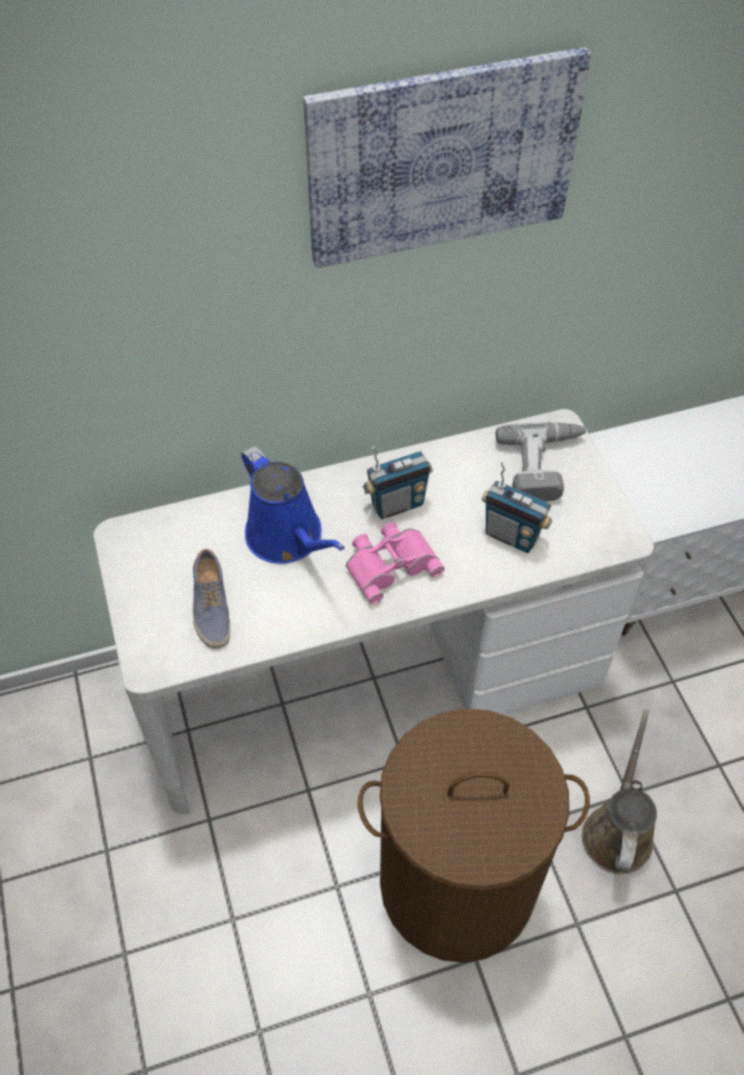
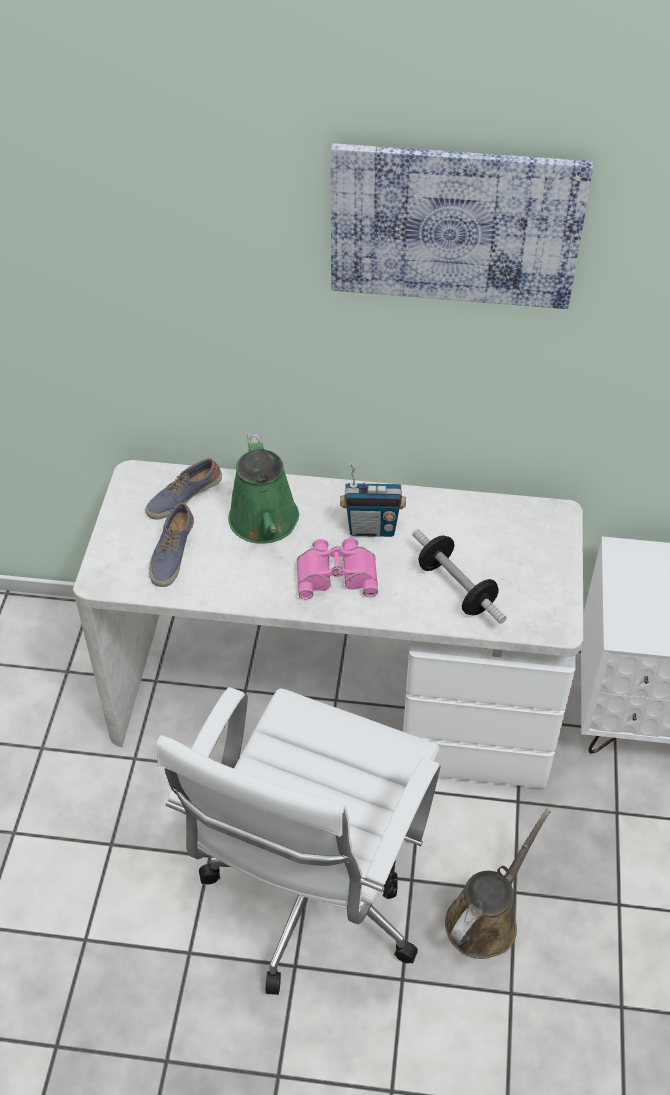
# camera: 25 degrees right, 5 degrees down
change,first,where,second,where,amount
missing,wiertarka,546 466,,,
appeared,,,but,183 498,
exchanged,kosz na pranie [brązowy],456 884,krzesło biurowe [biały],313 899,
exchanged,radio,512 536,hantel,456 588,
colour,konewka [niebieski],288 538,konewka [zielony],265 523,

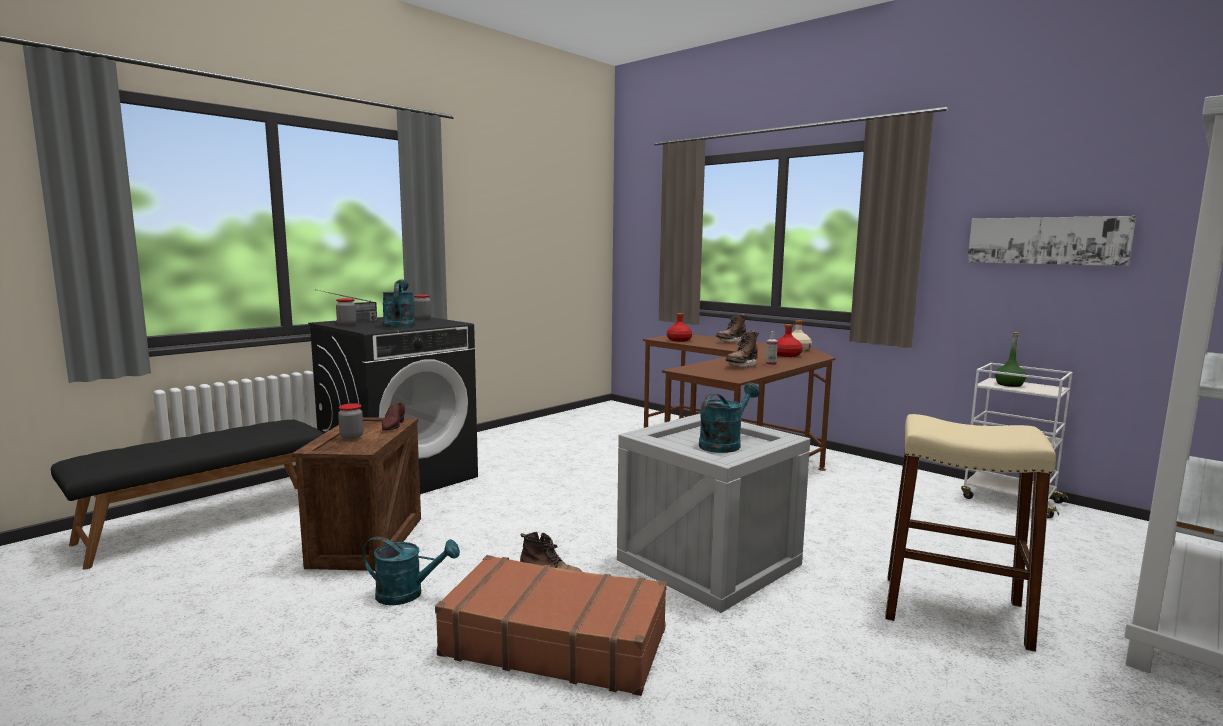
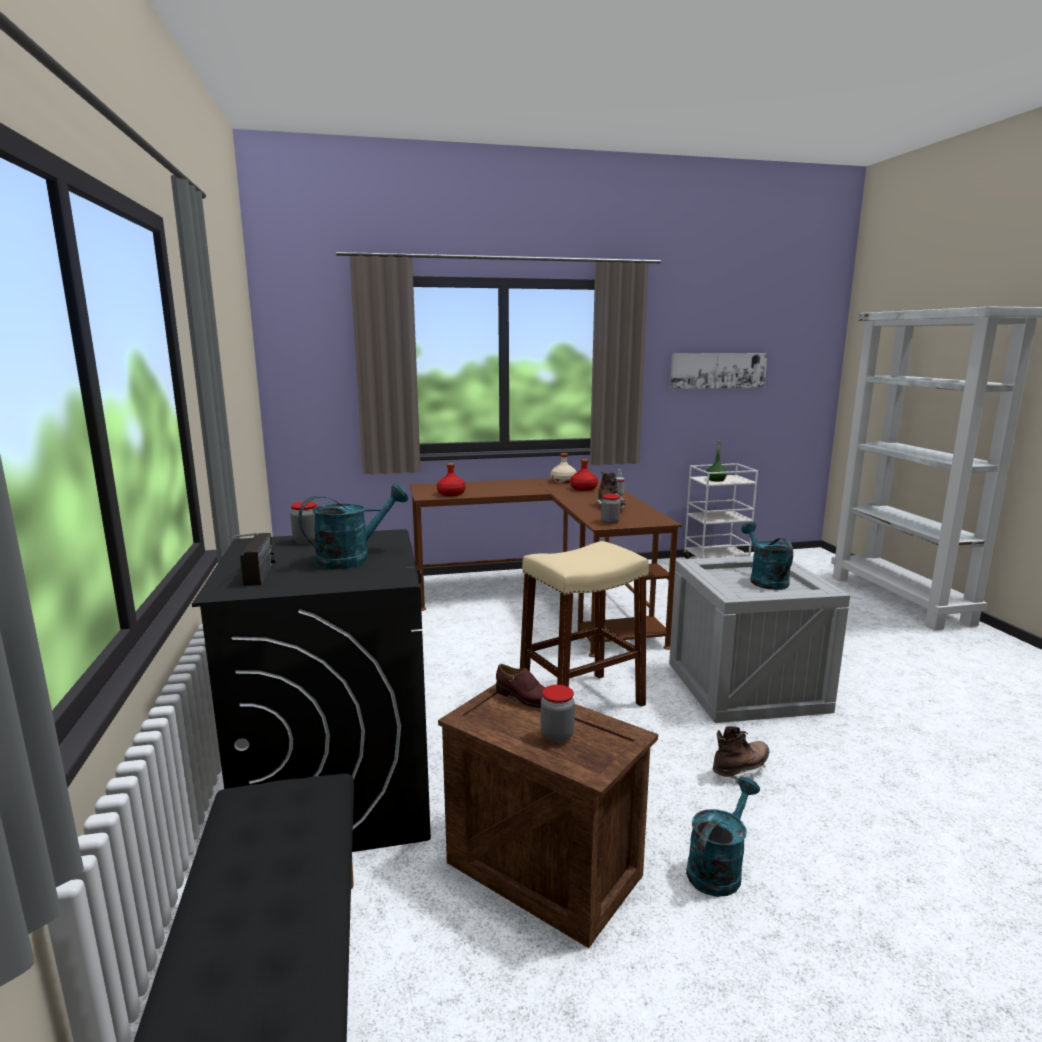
# camera: 55 degrees left, 5 degrees up
change,first,where,second,where,amount
missing,walizka [brązowy],555 641,,,
missing,but z cholewką [brązowy],731 342,,,
relocated,słoik,346 325,,610 522,
relocated,stołek [beżowy],953 611,,581 702,
spun,konewka [turkusowy],399 324,,352 558,120 degrees clockwise

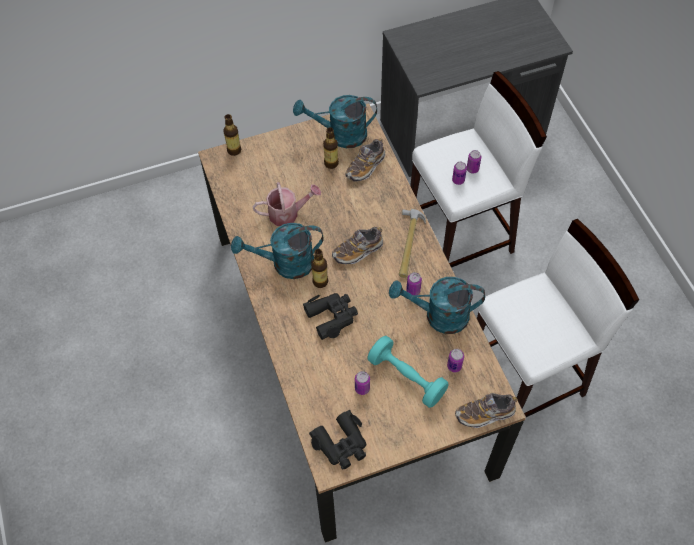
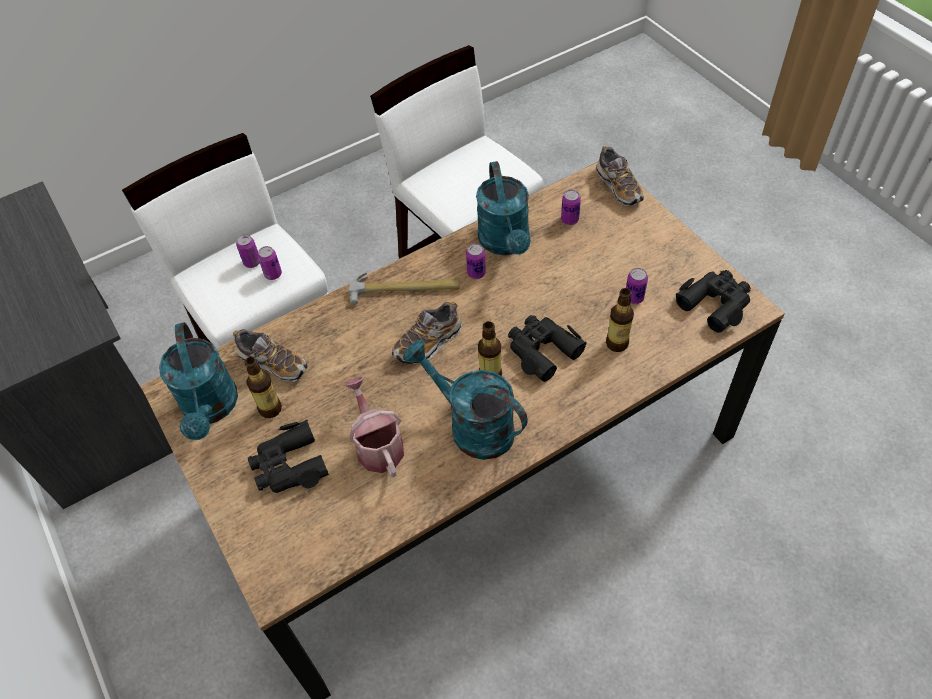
# camera: 100 degrees left, 5 degrees down
change,first,where,second,where,amount
missing,hantel [turkusowy],406 377,,,
appeared,,,lornetka [czarny],289 466,
relocated,butelka,234 150,,617 343,
spun,konewka [turkusowy],285 264,,472 425,150 degrees clockwise
spun,but,358 251,,428 343,90 degrees clockwise

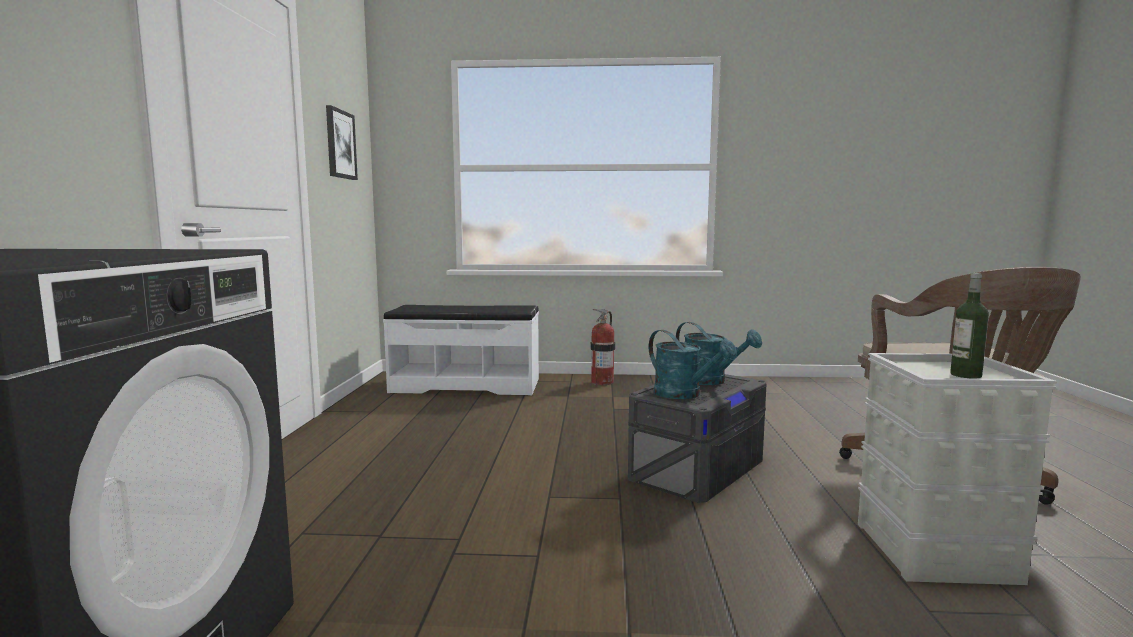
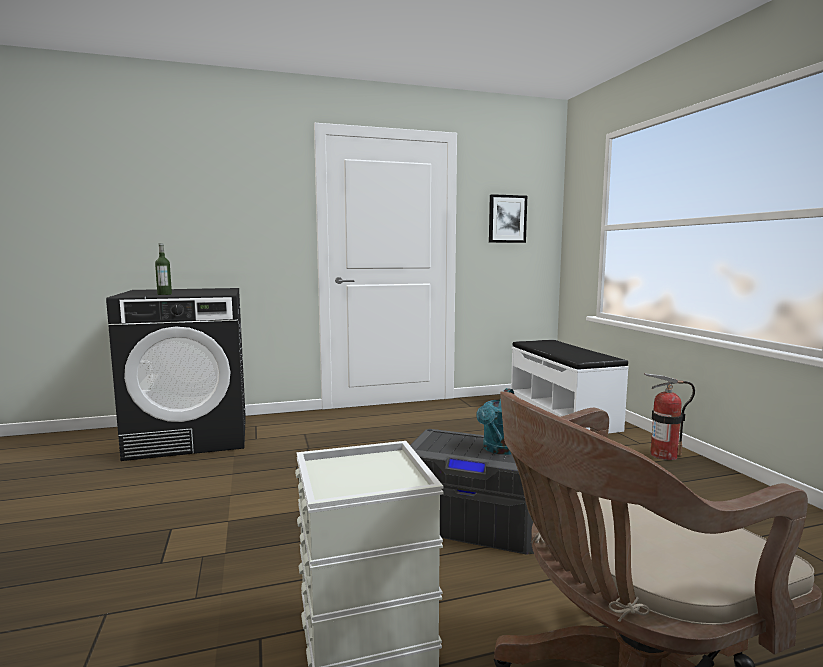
# camera: 70 degrees right, 0 degrees up
change,first,where,second,where,amount
missing,konewka [turkusowy],684 395,,,
relocated,butelka,965 375,,164 294,

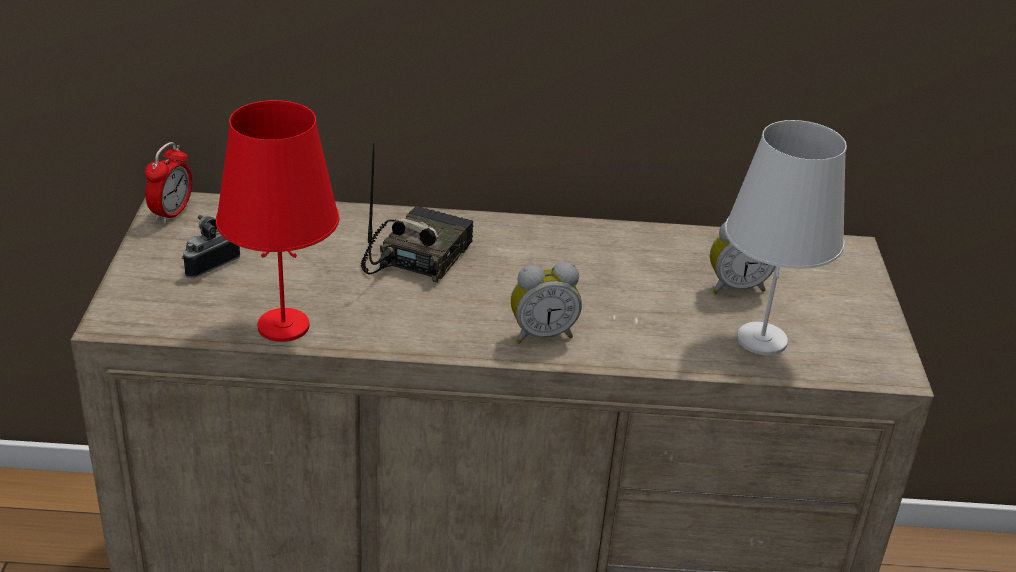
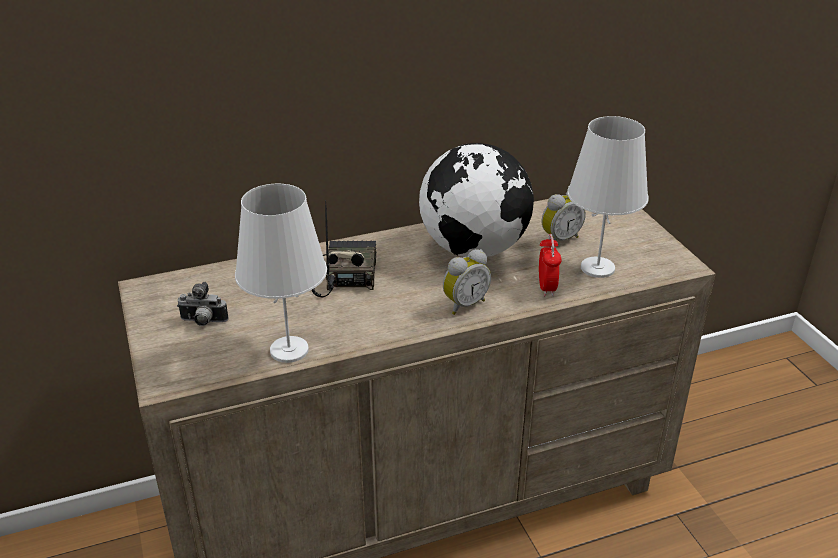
# camera: 20 degrees left, 0 degrees up
change,first,where,second,where,amount
appeared,,,globus,474 249,
relocated,budzik,171 213,,547 287,
colour,lampa stołowa [czerwony],282 326,lampa stołowa [biały],288 350,
spun,aparat fotograficzny,209 263,,203 322,105 degrees counterclockwise

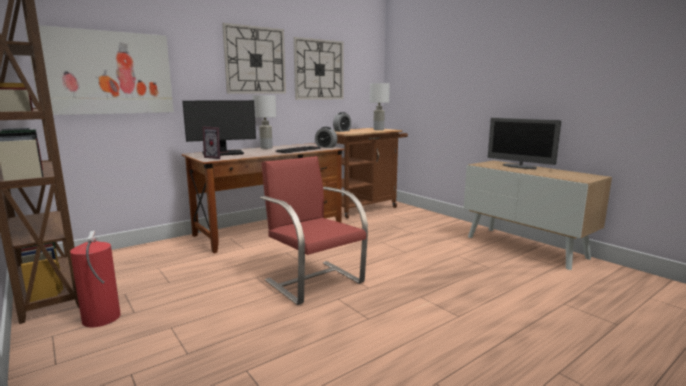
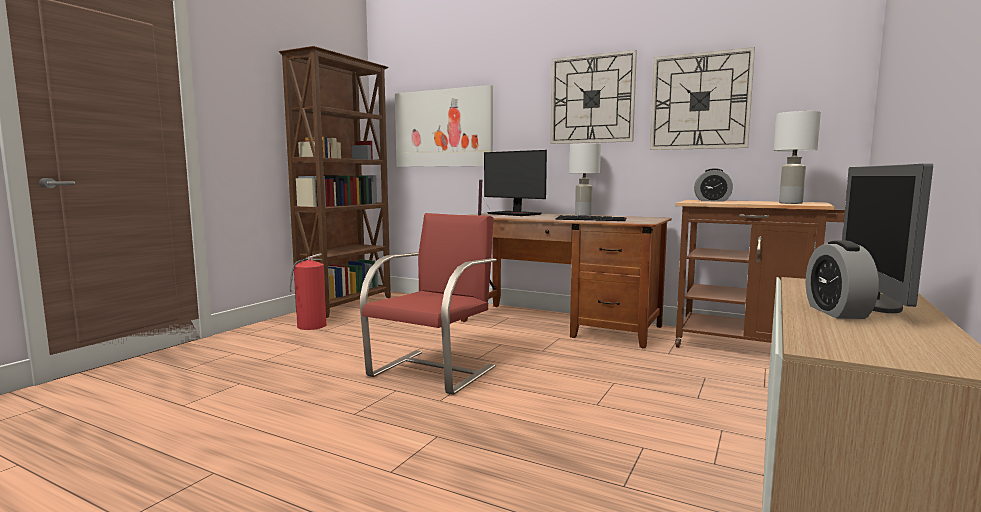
# camera: 65 degrees right, 5 degrees down
change,first,where,second,where,amount
relocated,budzik,326 147,,836 312,

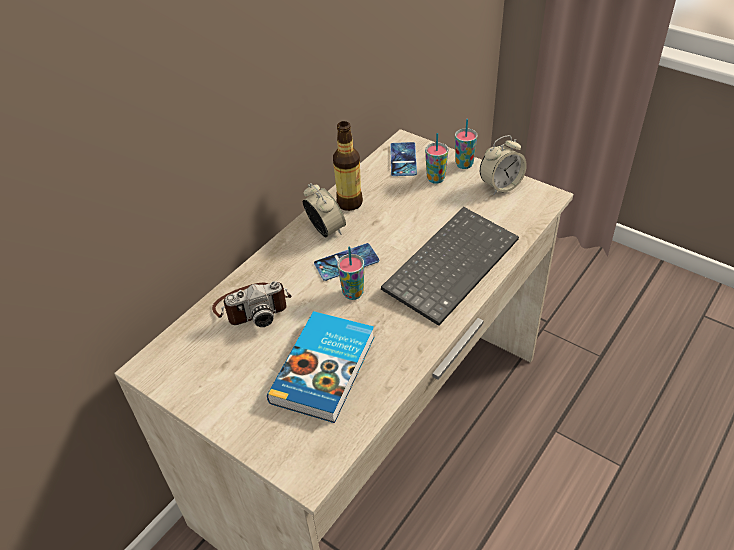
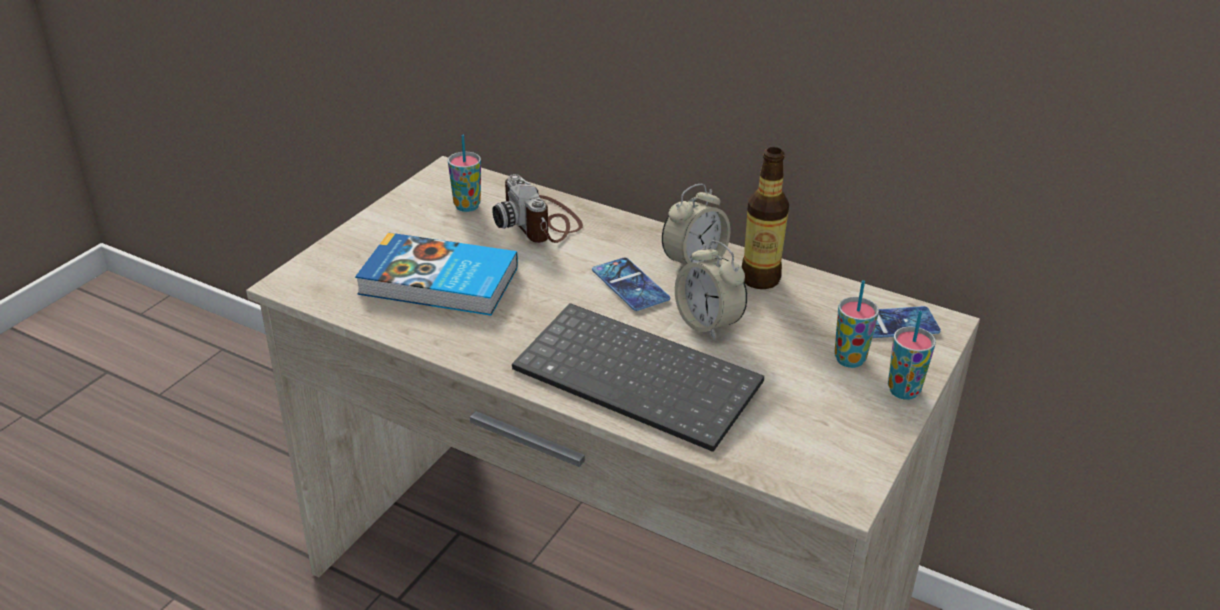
# camera: 80 degrees right, 10 degrees down
change,first,where,second,where,amount
relocated,filiżanka,353 293,,467 206,
relocated,budzik,500 186,,708 323,

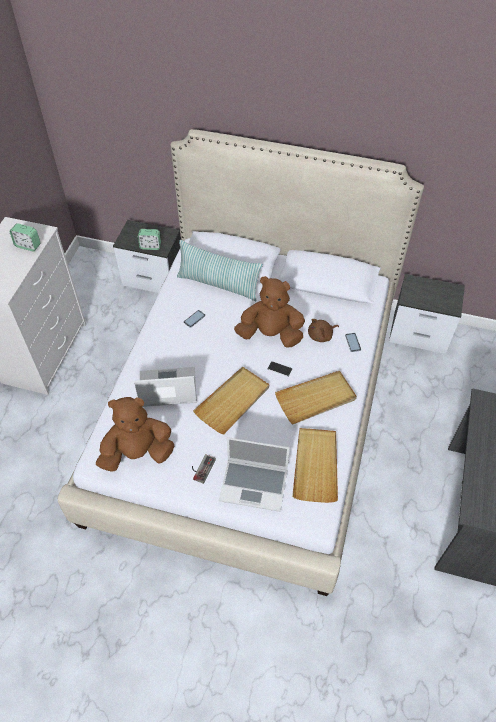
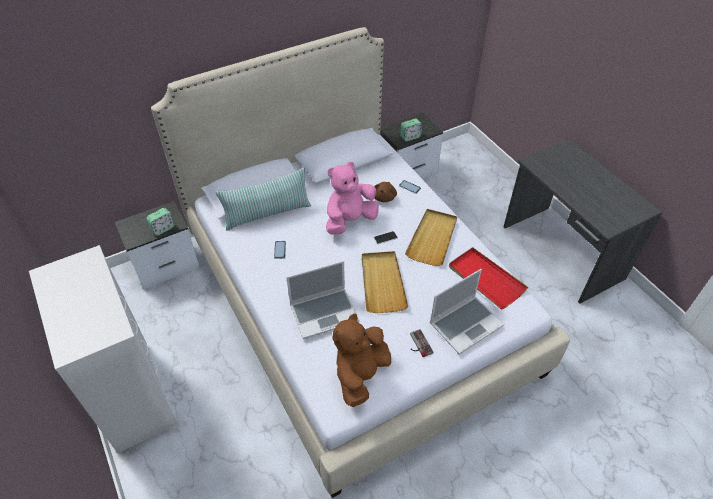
# camera: 45 degrees left, 5 degrees down
change,first,where,second,where,amount
relocated,budzik,28 245,,410 137,
colour,pluszak [brązowy],271 334,pluszak [różowy],350 220,
colour,taca [beżowy],315 465,taca [czerwony],485 279,
spun,laptop,167 389,,324 312,150 degrees counterclockwise

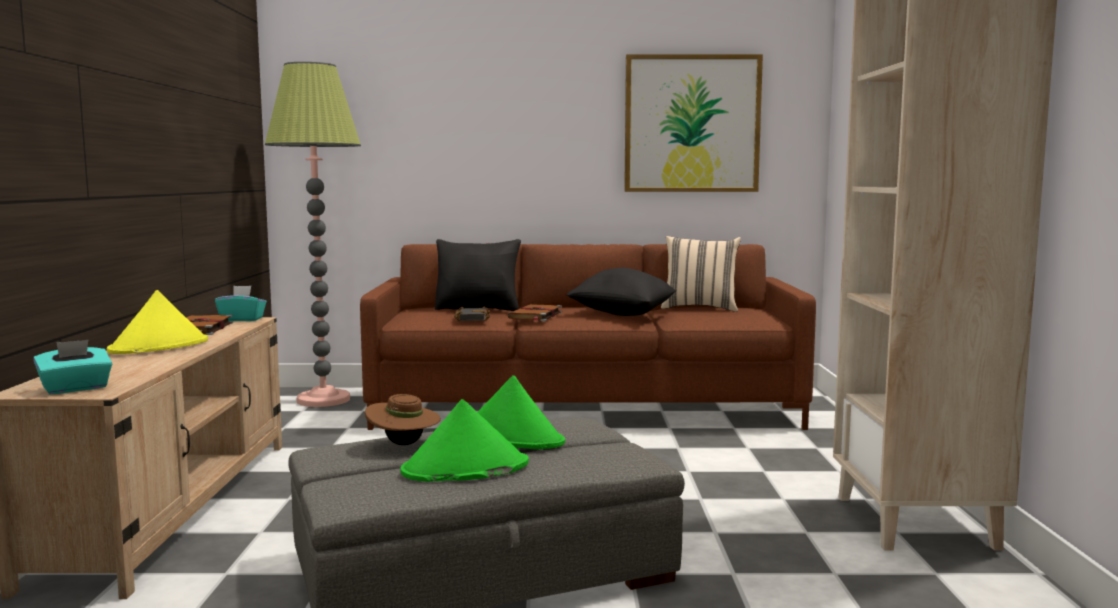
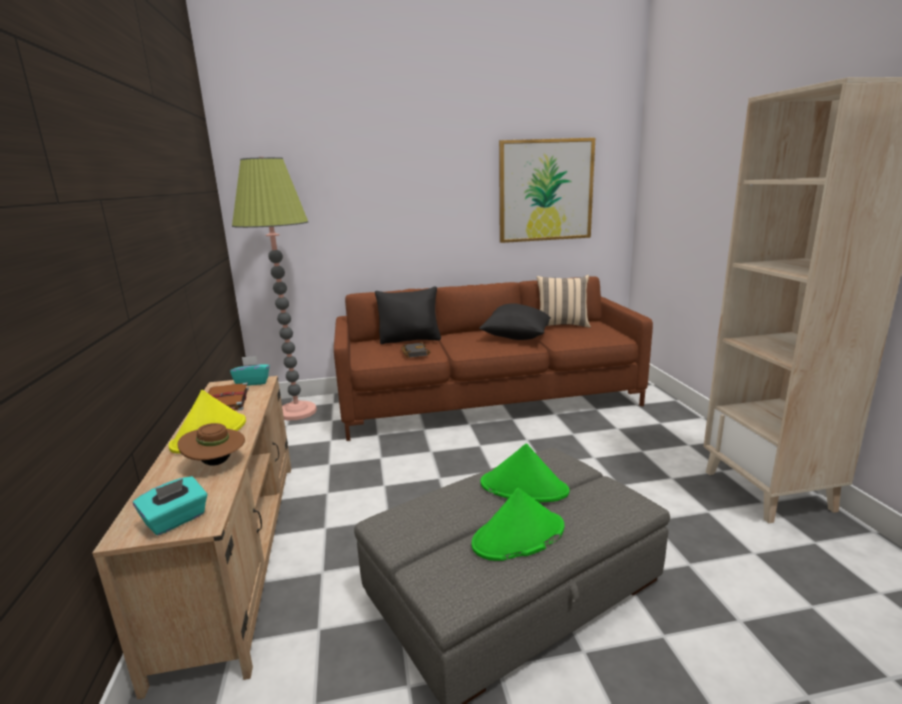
# camera: 10 degrees left, 10 degrees up
change,first,where,second,where,amount
missing,książka [brązowy],535 315,,,
relocated,kapelusz [brązowy],403 444,,216 463,

